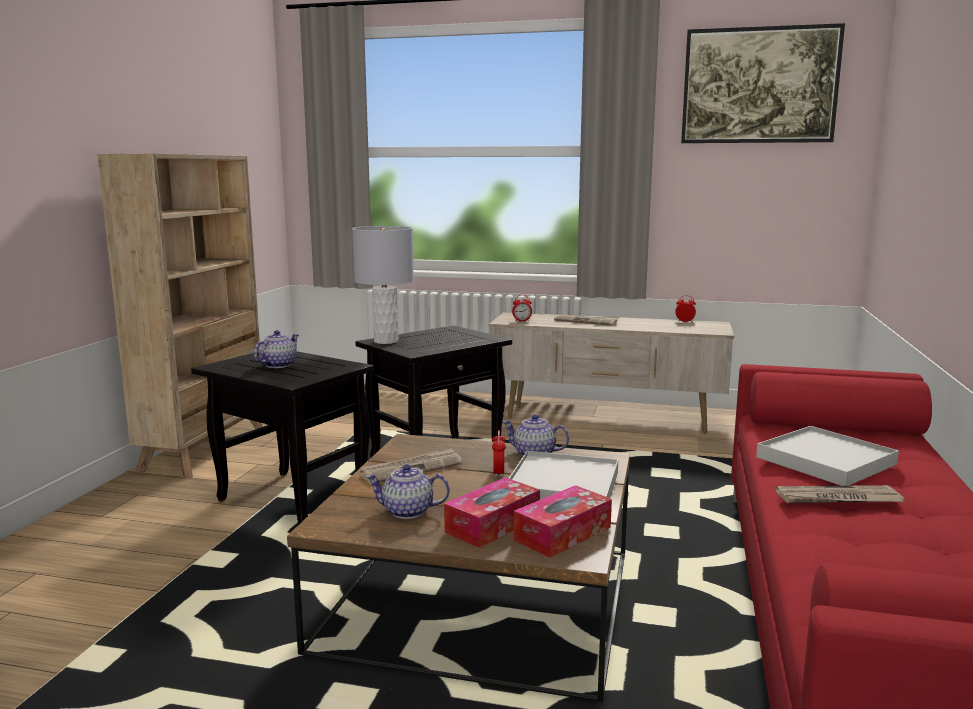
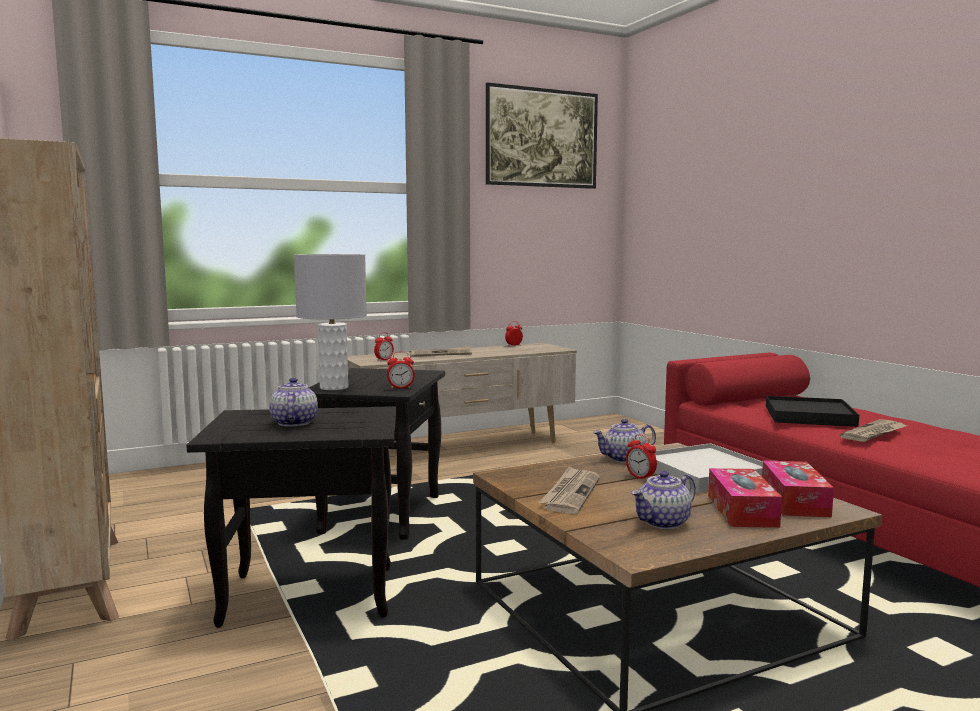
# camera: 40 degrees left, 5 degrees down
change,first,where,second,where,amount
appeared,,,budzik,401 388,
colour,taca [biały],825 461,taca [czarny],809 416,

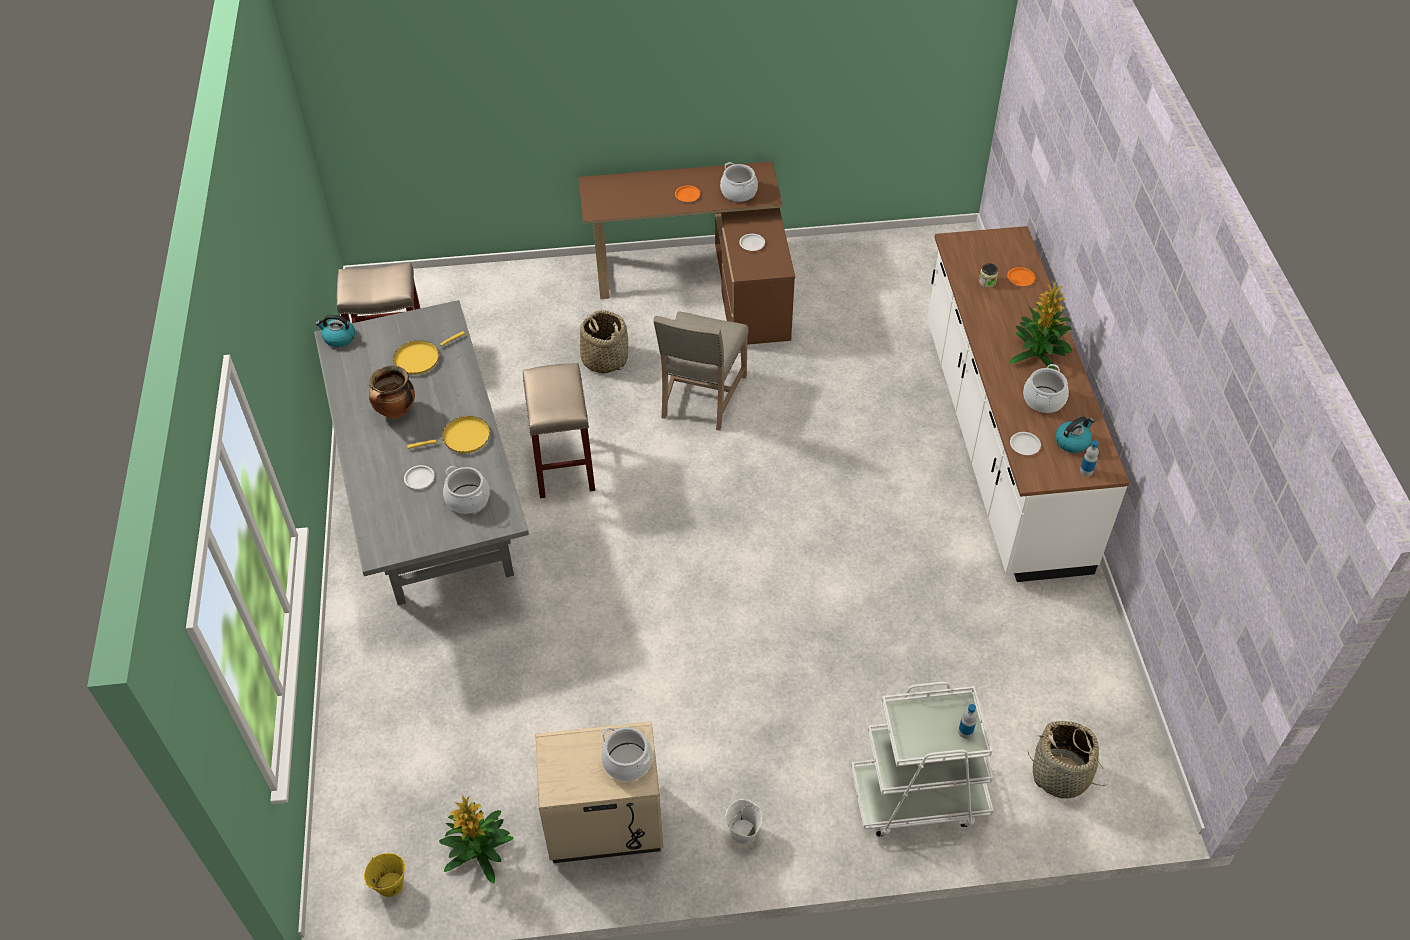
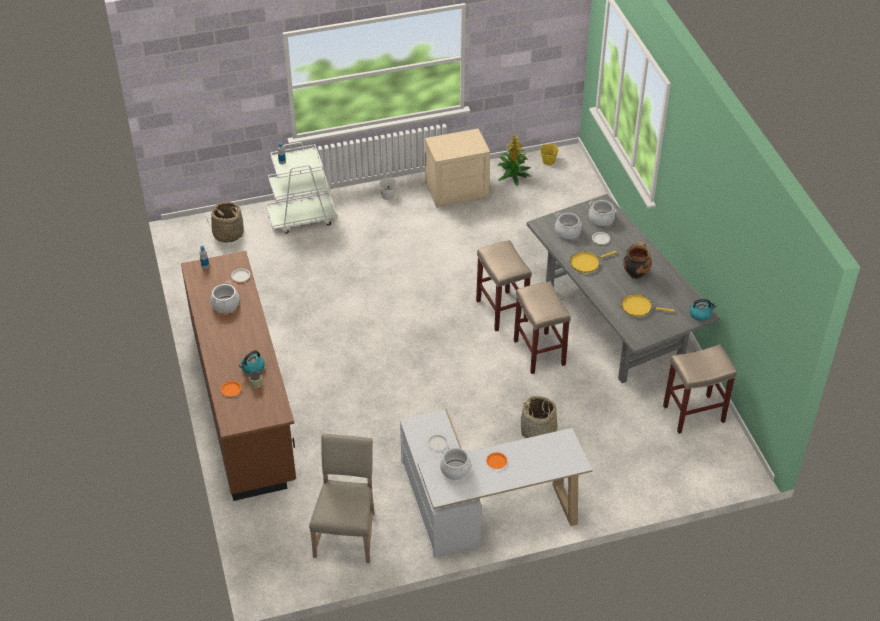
# camera: 170 degrees right, 5 degrees down
change,first,where,second,where,amount
missing,roślina doniczkowa,1038 353,,,
appeared,,,stołek [beżowy],501 310,
relocated,garnek,627 761,,601 219,
relocated,krzesło [beżowy],701 398,,346 532,
relocated,czajnik,1072 441,,252 368,
colour,biurko [brązowy],702 282,biurko [biały],481 509,
colour,zabudowa kuchenna [biały],1001 444,zabudowa kuchenna [brązowy],244 403,
spun,patelnia [żółty],420 358,,639 307,120 degrees counterclockwise

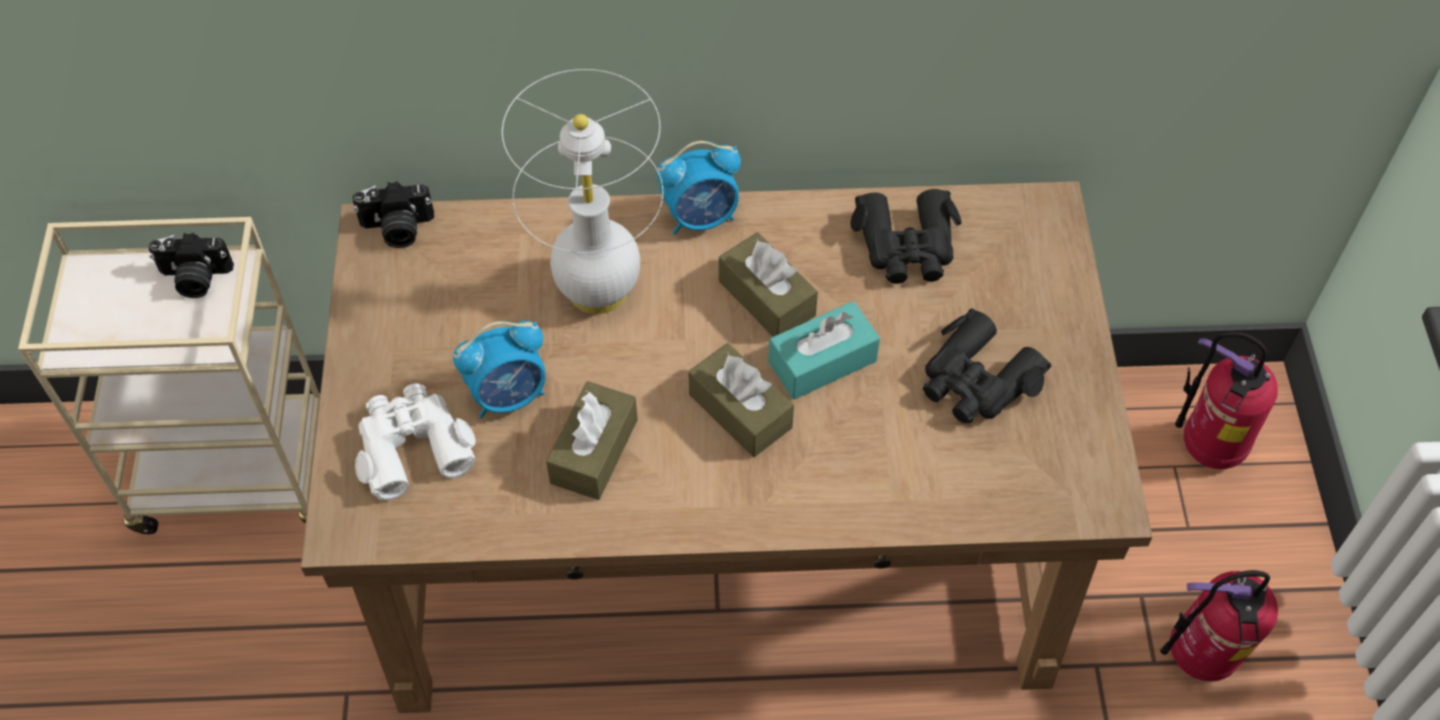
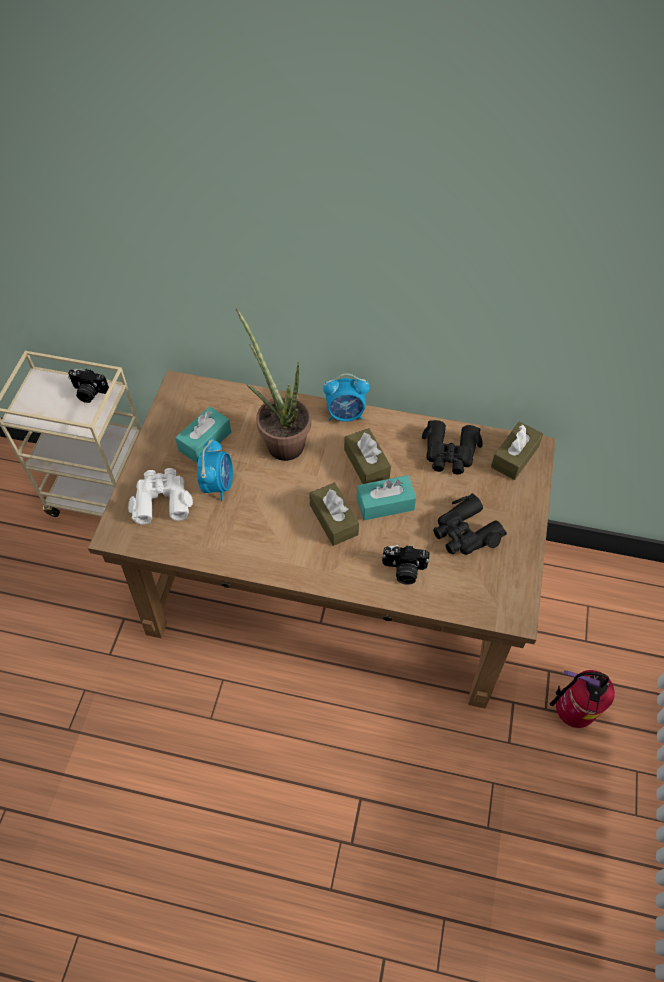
# camera: 15 degrees right, 0 degrees up
change,first,where,second,where,amount
missing,gaśnica,1207 449,,,
appeared,,,pudełko chusteczek [turkusowy],205 441,
relocated,aparat fotograficzny,397 229,,404 570,
relocated,pudełko chusteczek [brązowy],594 451,,514 457,
exchanged,lampa stołowa [biały],598 288,roślina doniczkowa,280 440,
spun,budzik,509 395,,218 484,75 degrees counterclockwise

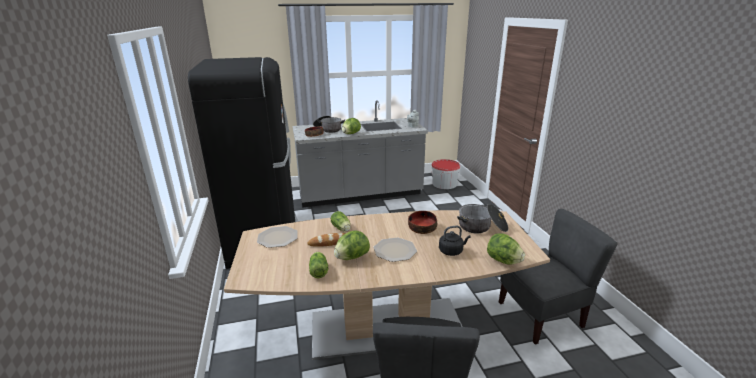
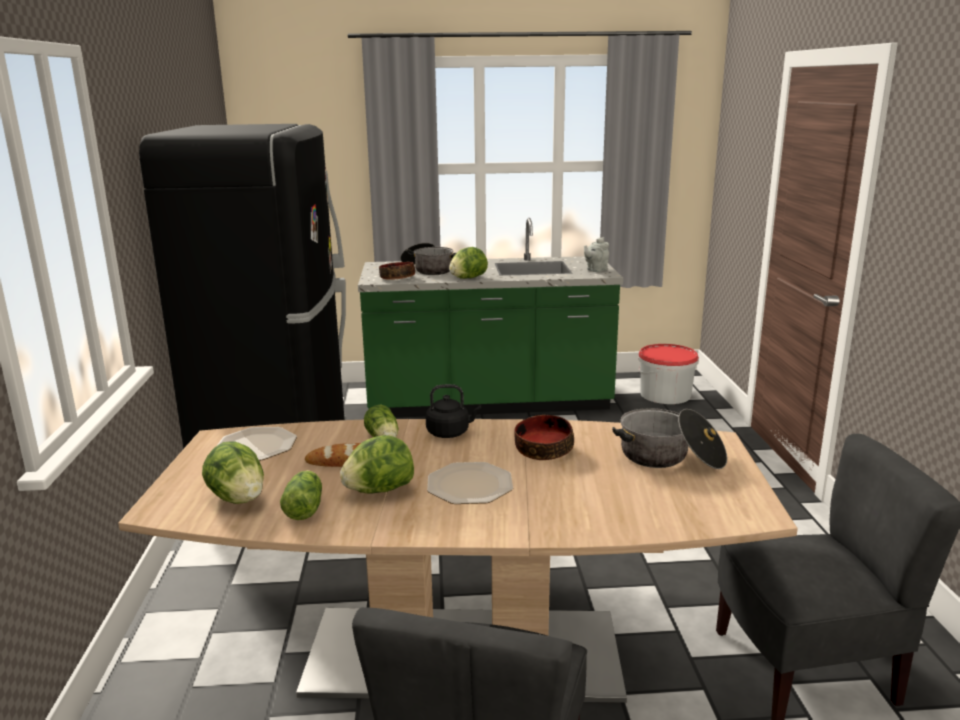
# camera: 10 degrees right, 5 degrees down
change,first,where,second,where,amount
relocated,czajnik [czarny],452 251,,450 433,
relocated,sałata,503 261,,238 498,
colour,zabudowa kuchenna [szary],360 194,zabudowa kuchenna [zielony],488 403,

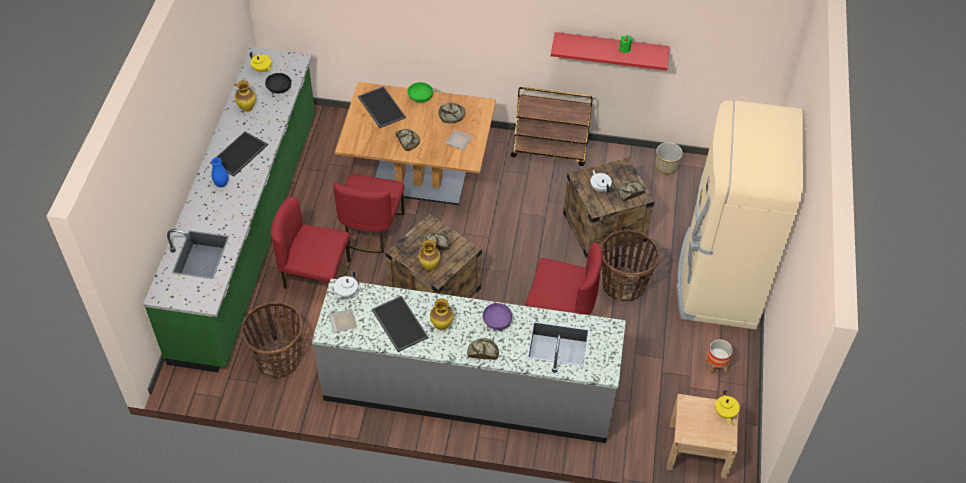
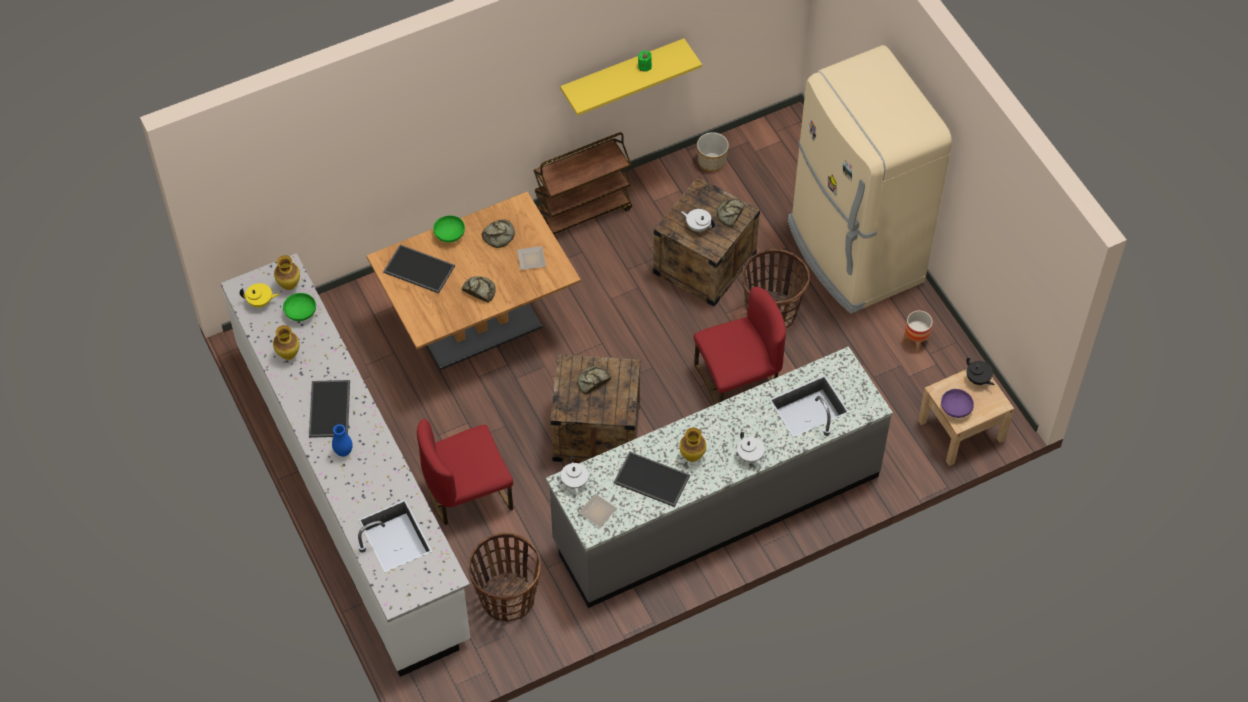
# camera: 35 degrees left, 5 degrees up
change,first,where,second,where,amount
missing,krzesło [czerwony],371 229,,,
relocated,wazon,430 267,,290 285,
relocated,miska [fioletowy],497 322,,955 409,
exchanged,chleb,483 351,imbryk [biały],750 456,
colour,zabudowa kuchenna [zielony],249 233,zabudowa kuchenna [biały],352 491,
colour,miska [czarny],279 89,miska [zielony],300 313,
colour,półka [czerwony],610 48,półka [żółty],622 72,
colour,imbryk [żółty],725 413,imbryk [czarny],978 379,

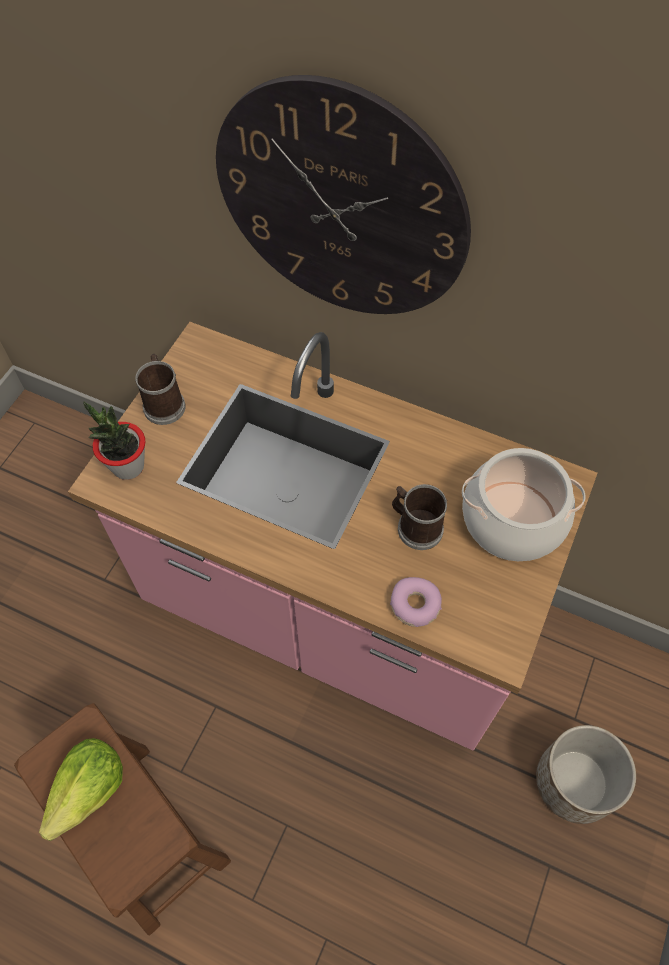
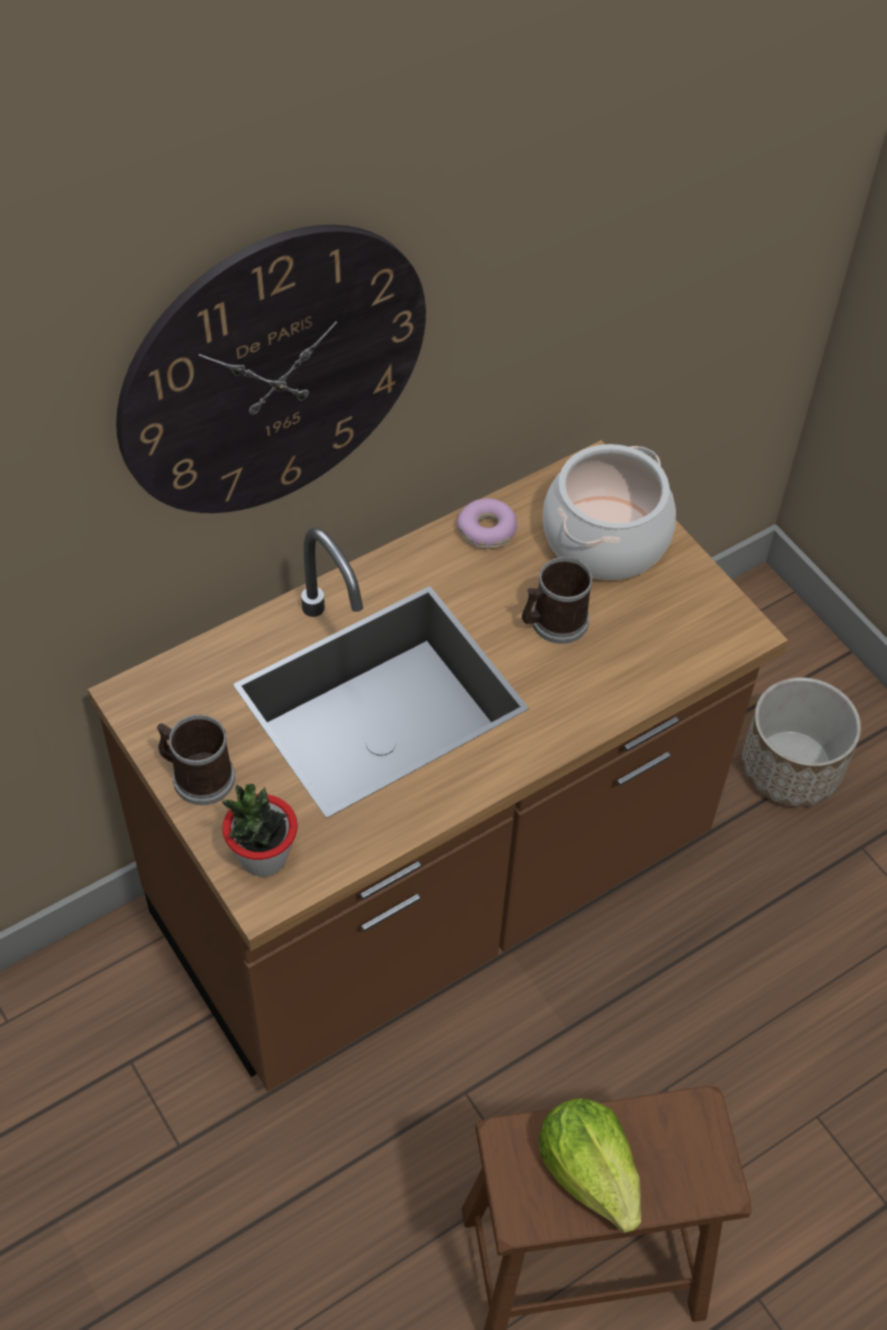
# camera: 60 degrees left, 5 degrees down
change,first,where,second,where,amount
relocated,donut,415 605,,487 531,
colour,zabudowa kuchenna [różowy],334 612,zabudowa kuchenna [brązowy],433 886,

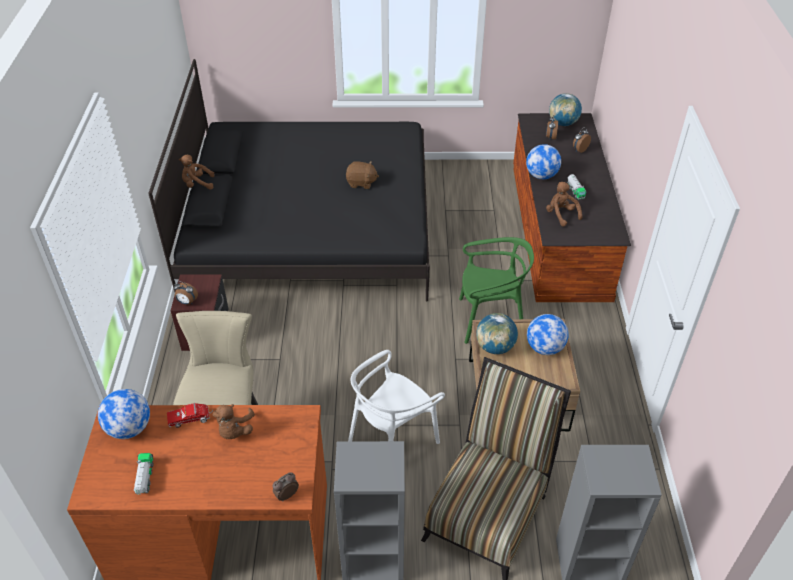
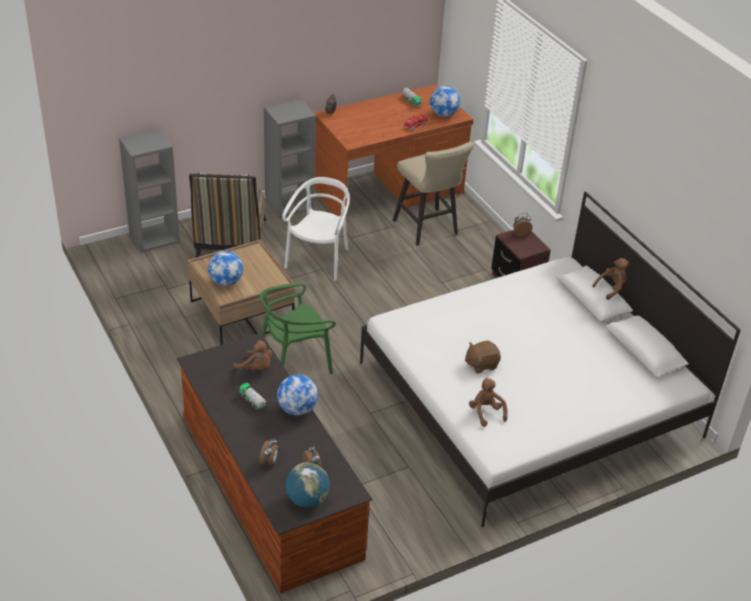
# camera: 150 degrees right, 5 degrees down
change,first,where,second,where,amount
missing,globus,495 347,,,
relocated,pluszak [brązowy],234 430,,486 412,
colour,łóżko [czarny],310 225,łóżko [biały],529 399,

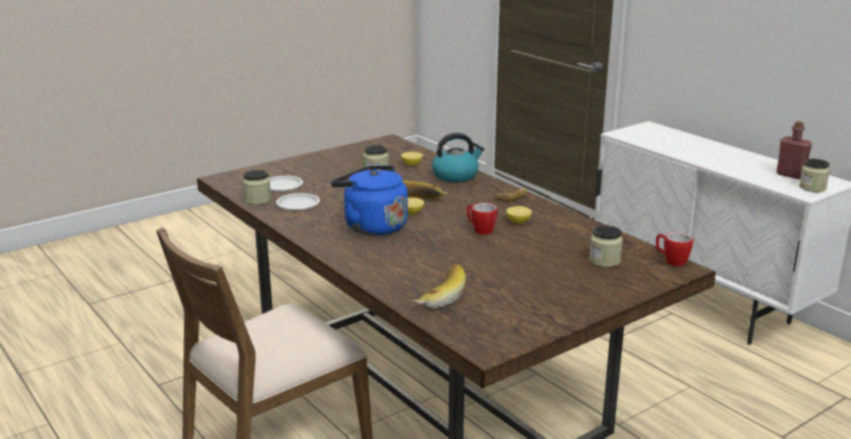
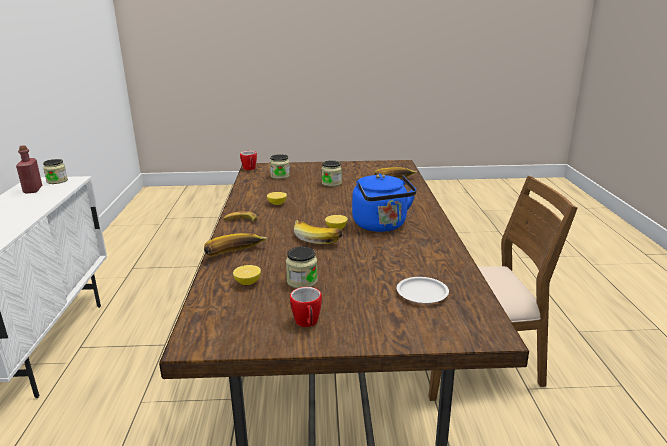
# camera: 145 degrees left, 0 degrees up
change,first,where,second,where,amount
missing,talerz [biały],298 204,,,
relocated,słoik,257 200,,331 183,
relocated,kubek,480 230,,307 324,
exchanged,czajnik,456 175,banan,236 254,

